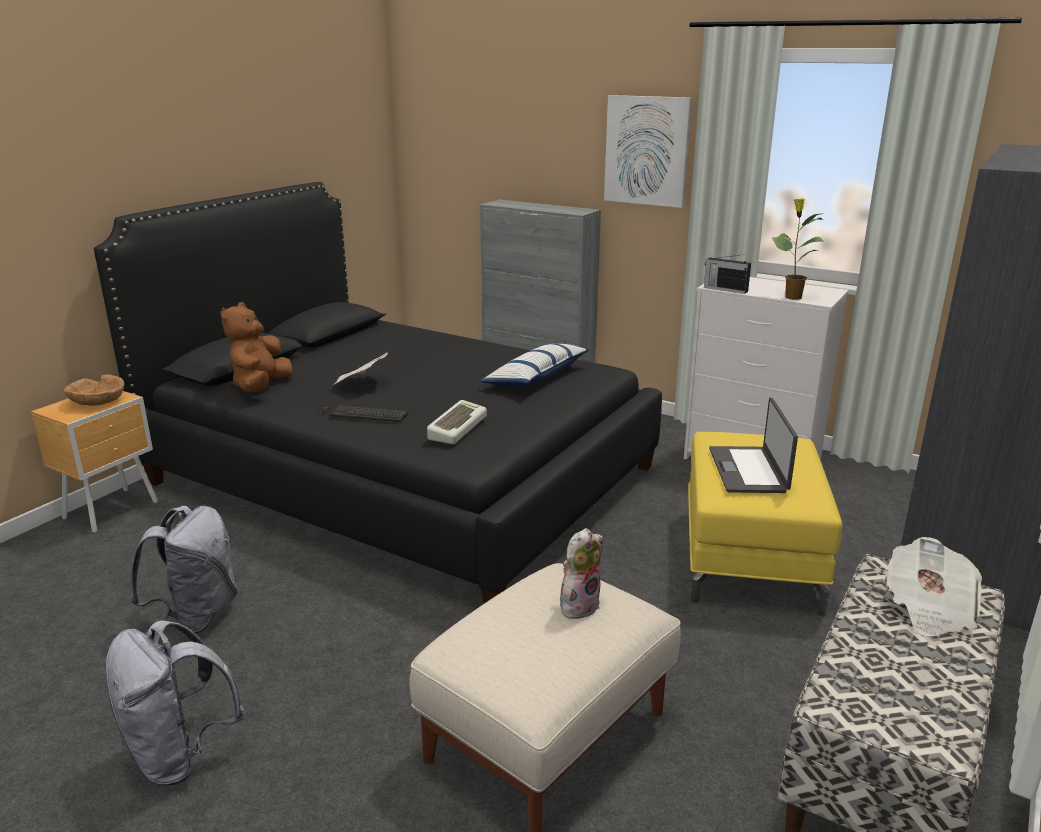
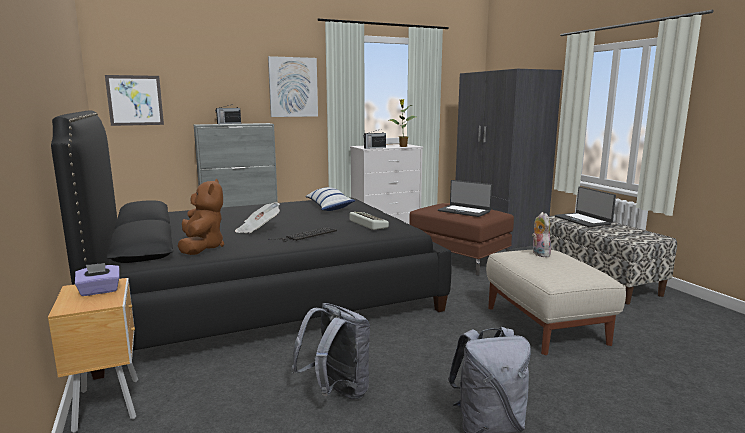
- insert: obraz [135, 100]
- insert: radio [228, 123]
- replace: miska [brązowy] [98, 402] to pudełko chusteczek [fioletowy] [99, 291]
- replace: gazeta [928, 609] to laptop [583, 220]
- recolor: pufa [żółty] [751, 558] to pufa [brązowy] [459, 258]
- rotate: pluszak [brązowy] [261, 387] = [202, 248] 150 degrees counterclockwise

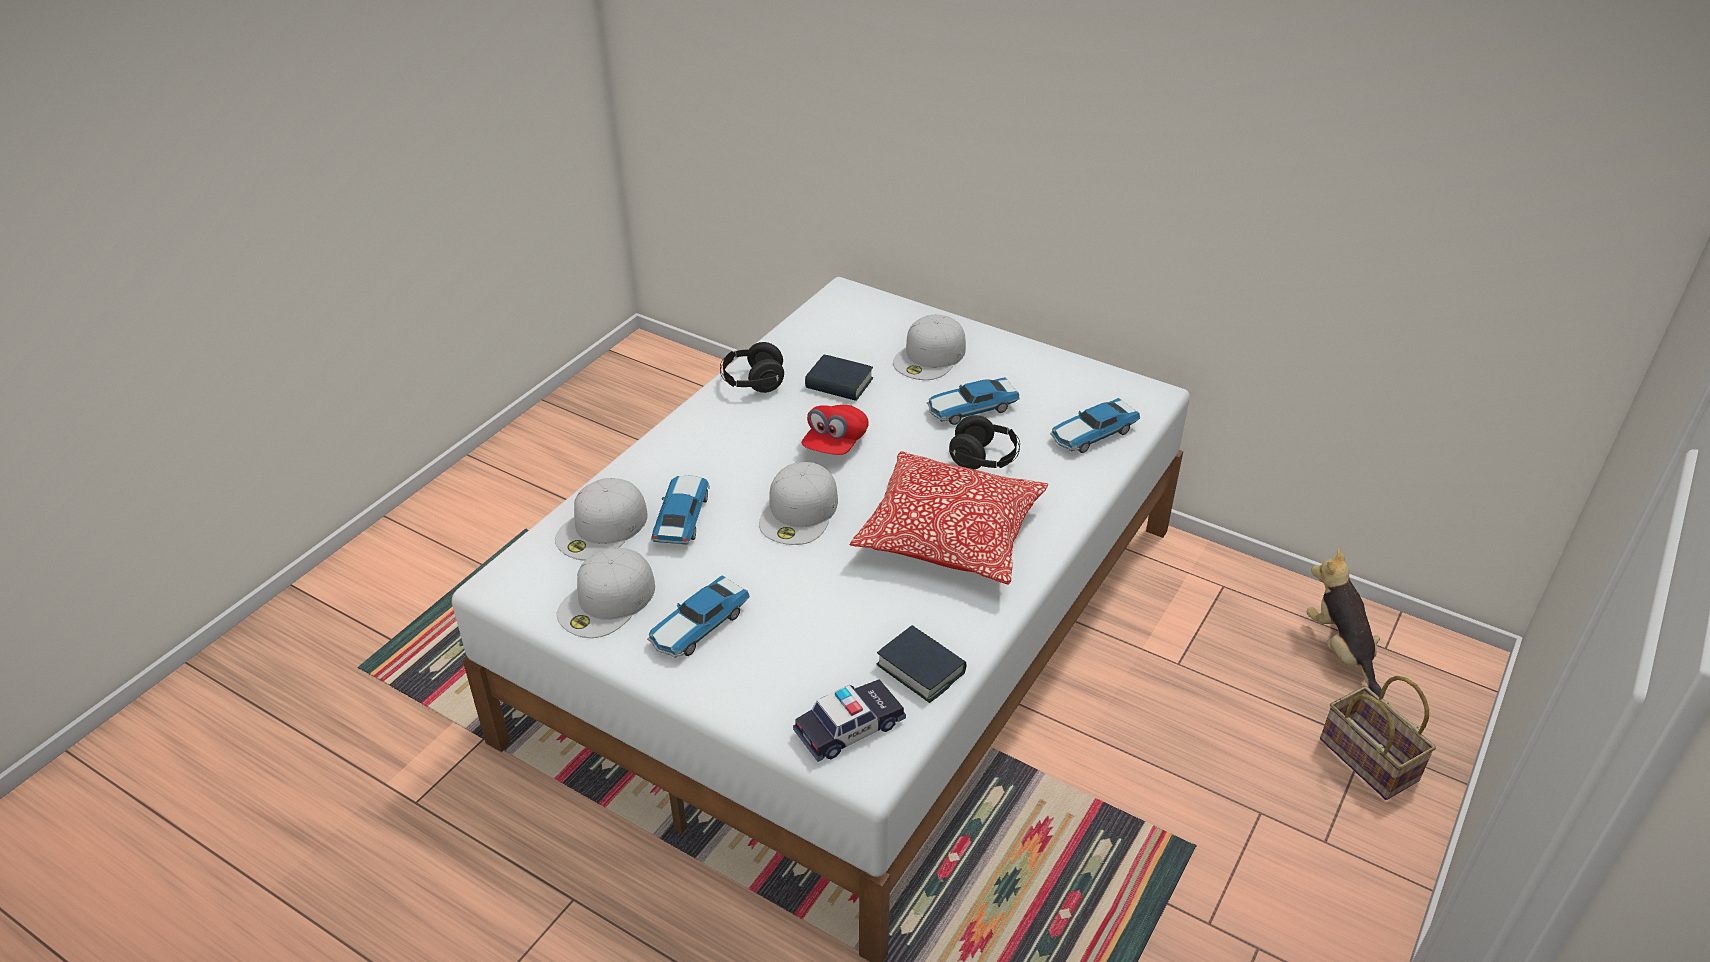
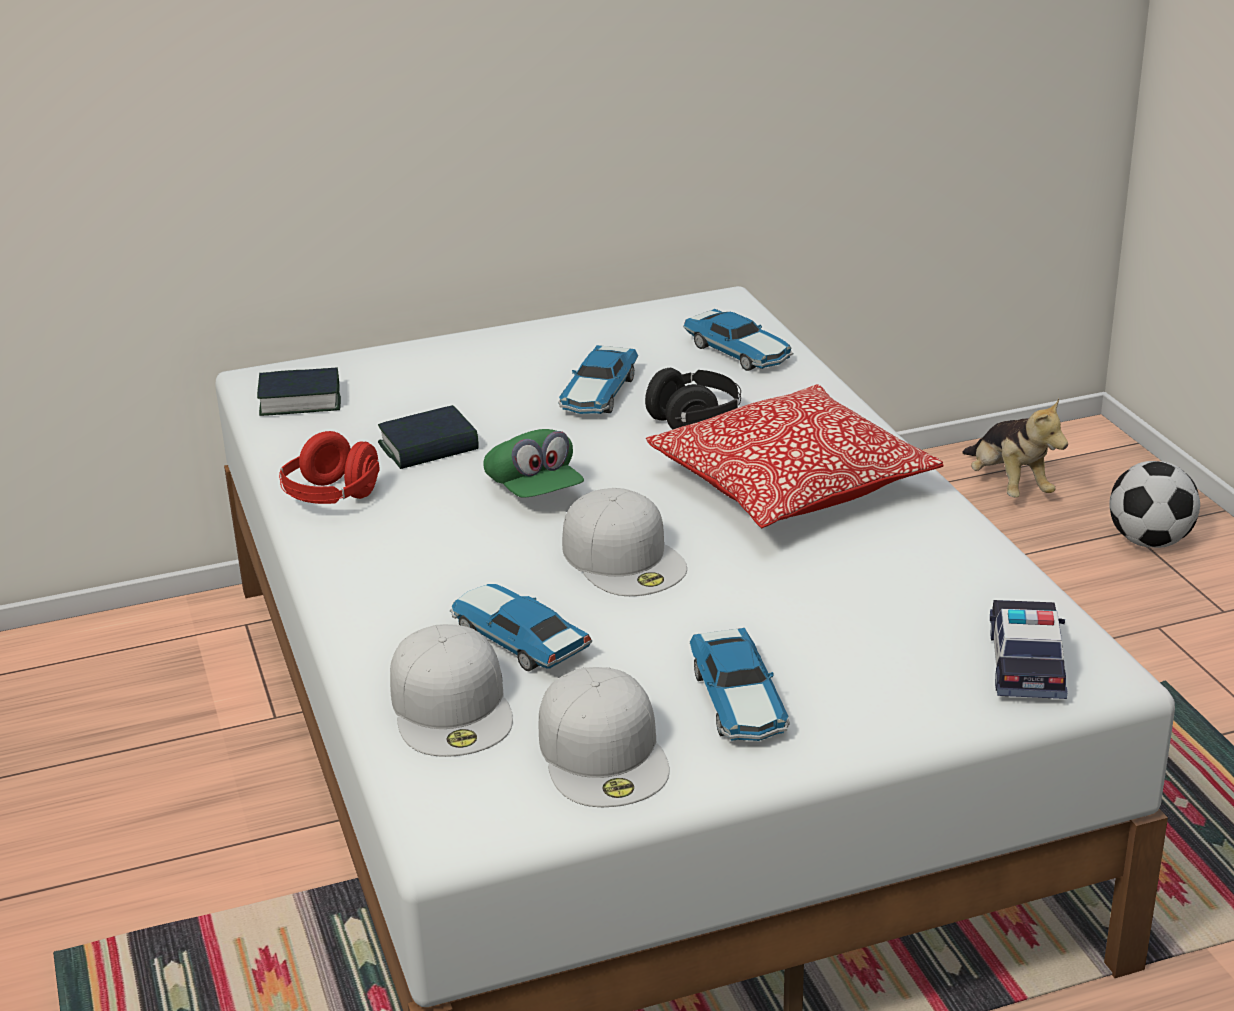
- delete: czapka z daszkiem [biały] [930, 357]
- move: książka [921, 669] to [300, 400]
- replace: koszyk [1365, 759] to piłka futbolowa [1148, 541]
- recolor: słuchawki [czarny] [752, 382] to słuchawki [czerwony] [331, 498]
- recolor: czapka z daszkiem [czerwony] [835, 444] to czapka z daszkiem [zielony] [534, 491]
- rotate: samochodzik [1092, 434] = [739, 353] 45 degrees counterclockwise
- rotate: pluszak [1340, 650] = [1008, 486] 135 degrees counterclockwise

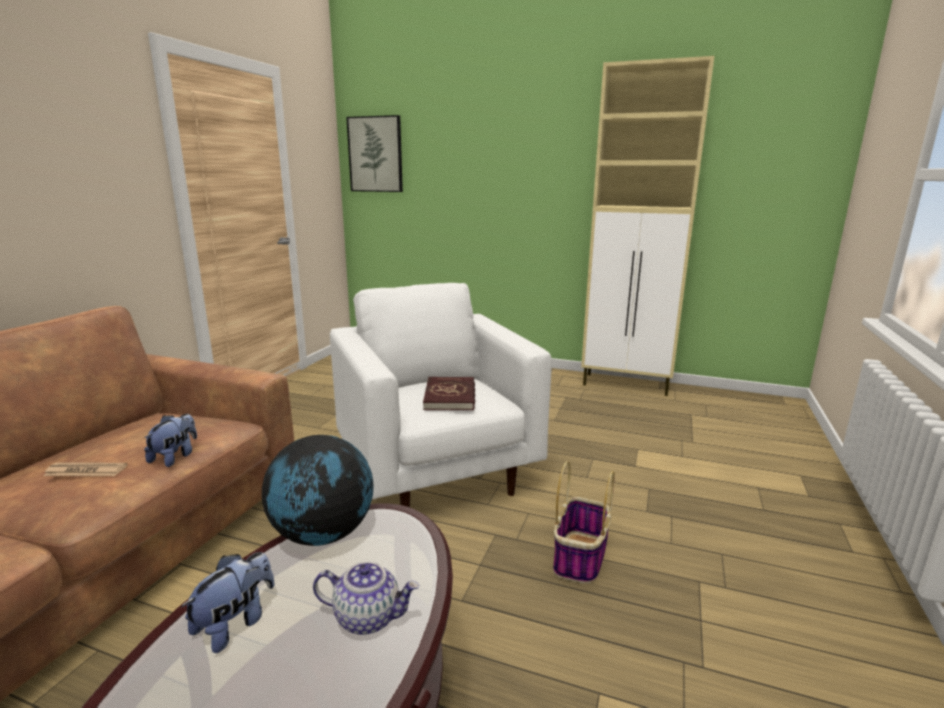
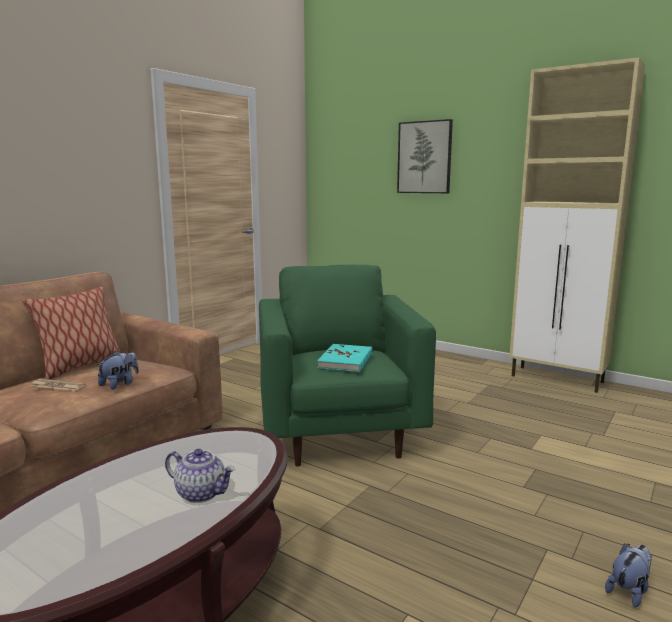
- delete: globus [324, 534]
- delete: koszyk [580, 558]
- insert: poduszka [80, 367]
- move: pluszak [236, 623] to [629, 591]
- move: obraz [375, 154] to [424, 157]
- recolor: fotel [biały] [436, 473] to fotel [zielony] [339, 433]
- recolor: książka [czerwony] [450, 396] to książka [turkusowy] [346, 360]

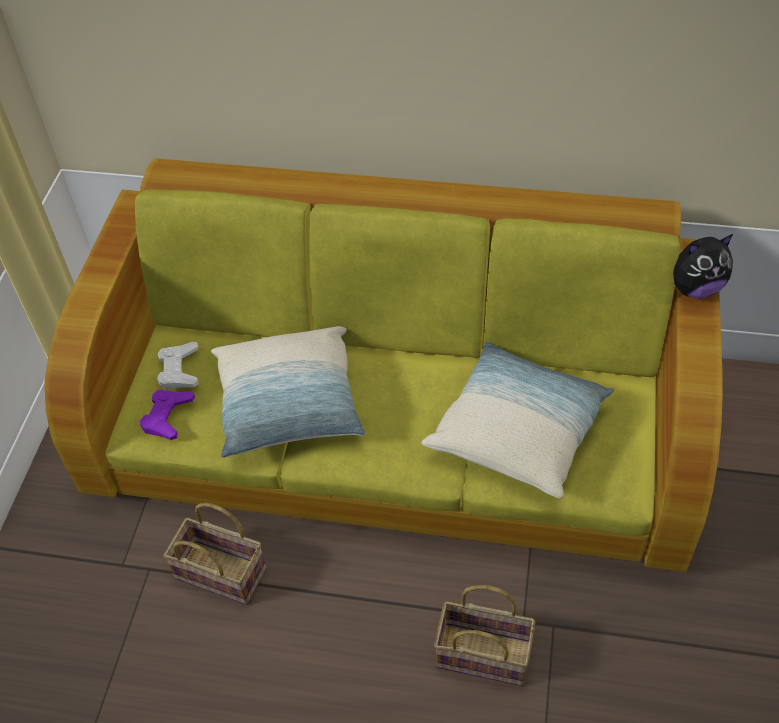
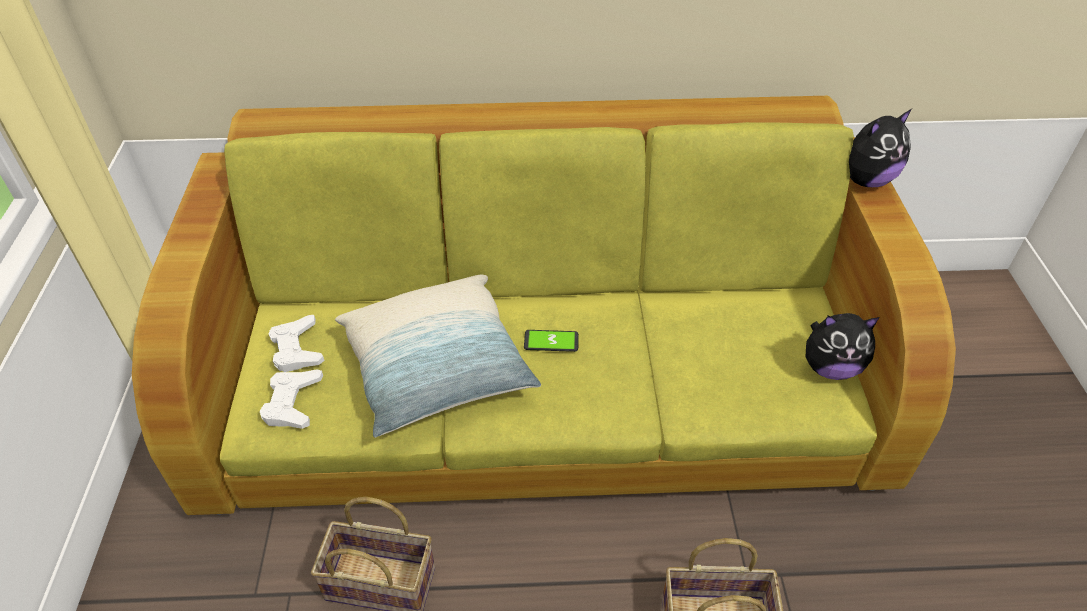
- delete: poduszka [518, 432]
- insert: telefon [551, 341]
- insert: pluszak [830, 367]
- recolor: pad do gier [fioletowy] [167, 417] to pad do gier [biały] [292, 403]

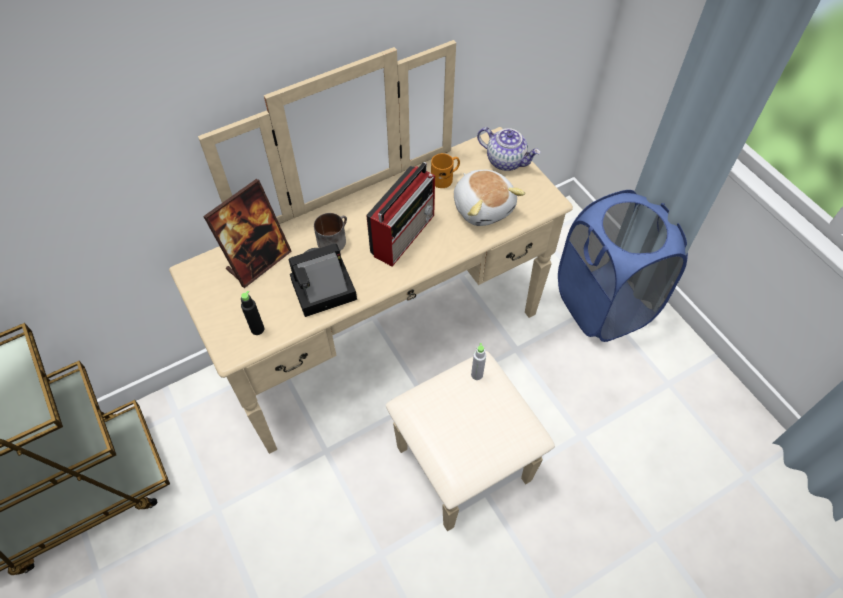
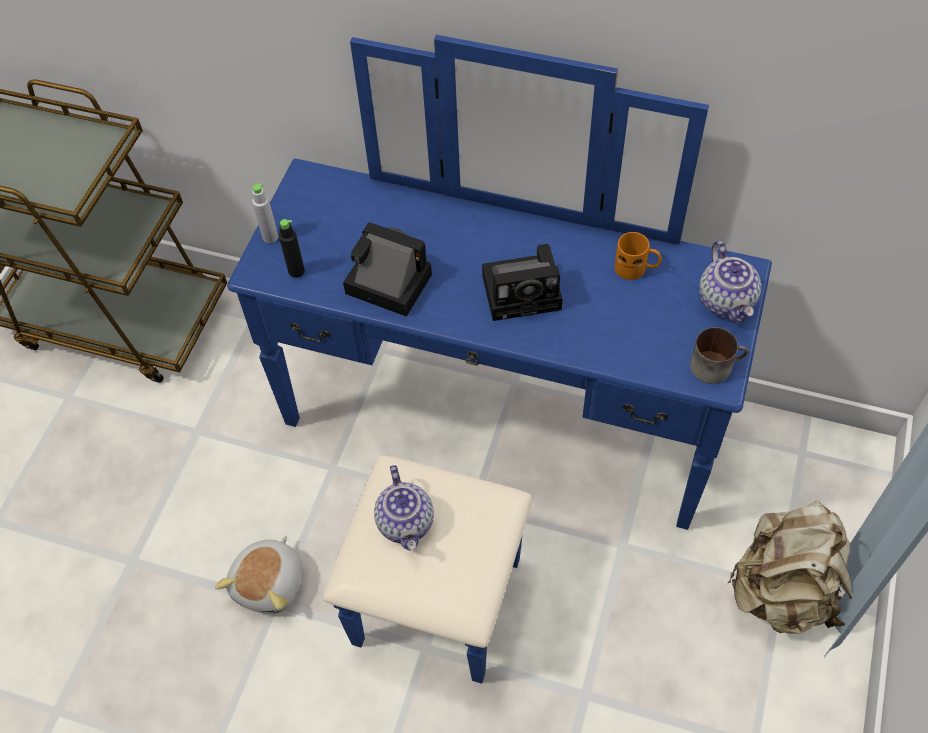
- delete: ramka na zdjęcie [258, 261]
- insert: imbryk [406, 523]
- move: kubek [333, 239] to [716, 364]
- move: pluszak [483, 207] to [271, 583]
- move: butelka [szary] [477, 374] to [270, 237]
- replace: radio [404, 233] to aparat fotograficzny [525, 291]
- replace: kosz na pranie [niebieski] [603, 305] to plecak [beżowy] [783, 591]
- recolor: komoda [beżowy] [403, 367] to komoda [niebieski] [487, 457]

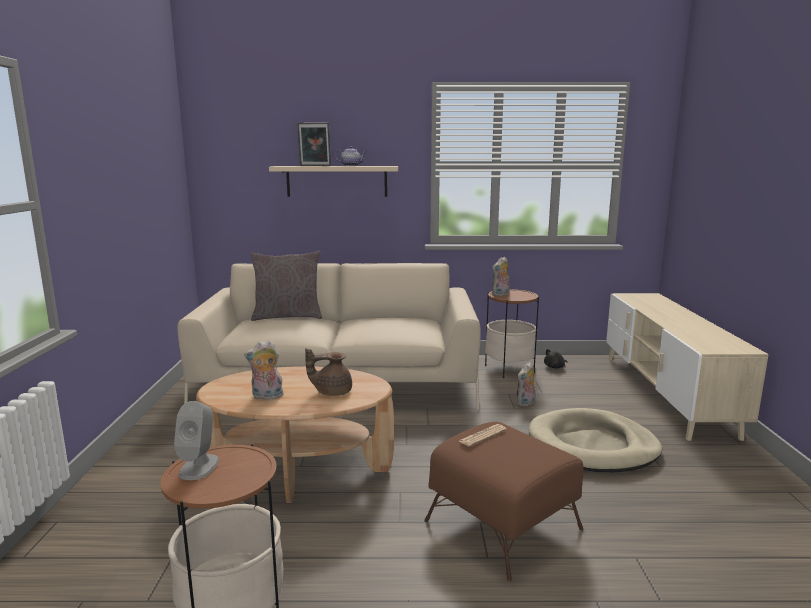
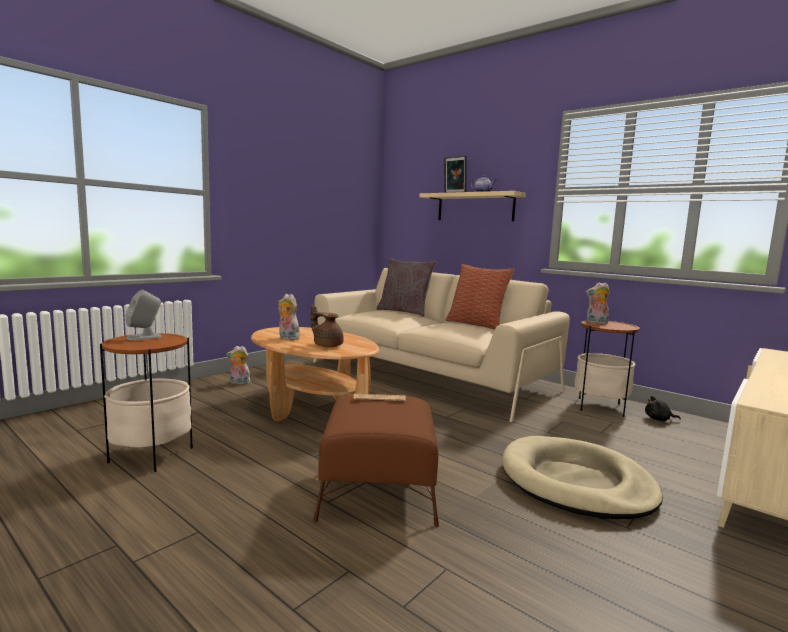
- insert: poduszka [476, 324]
- move: pluszak [526, 403] to [239, 383]

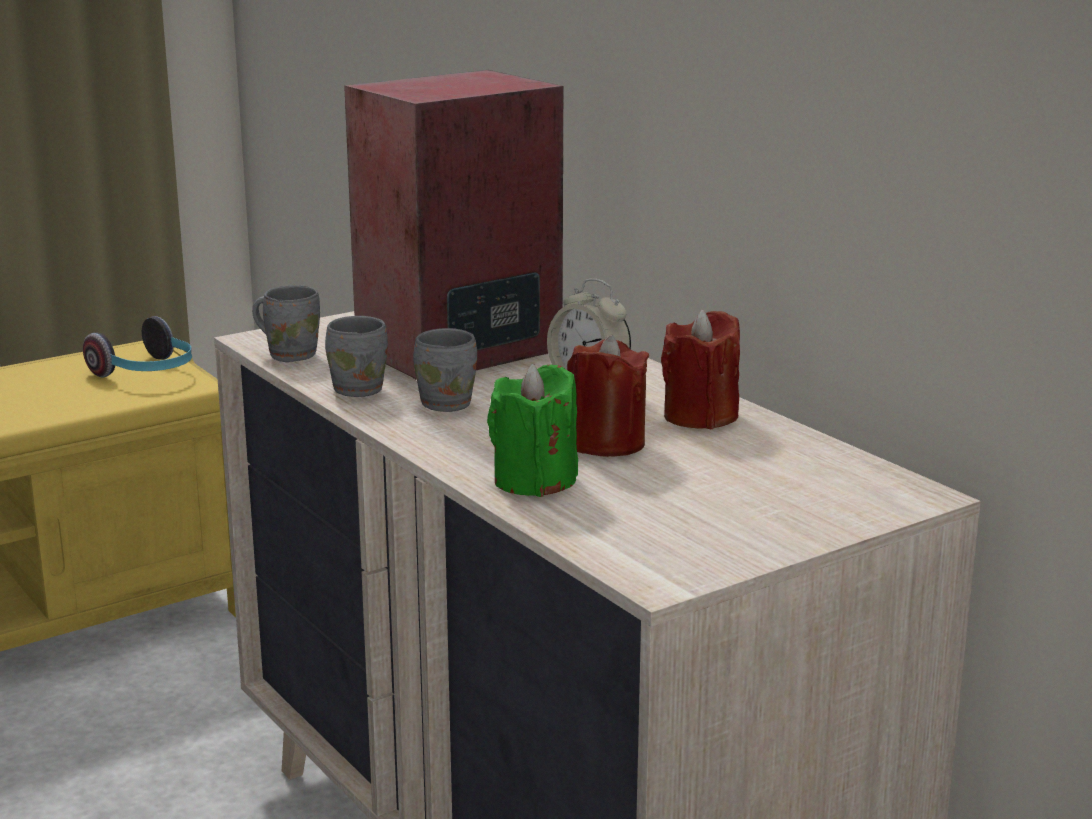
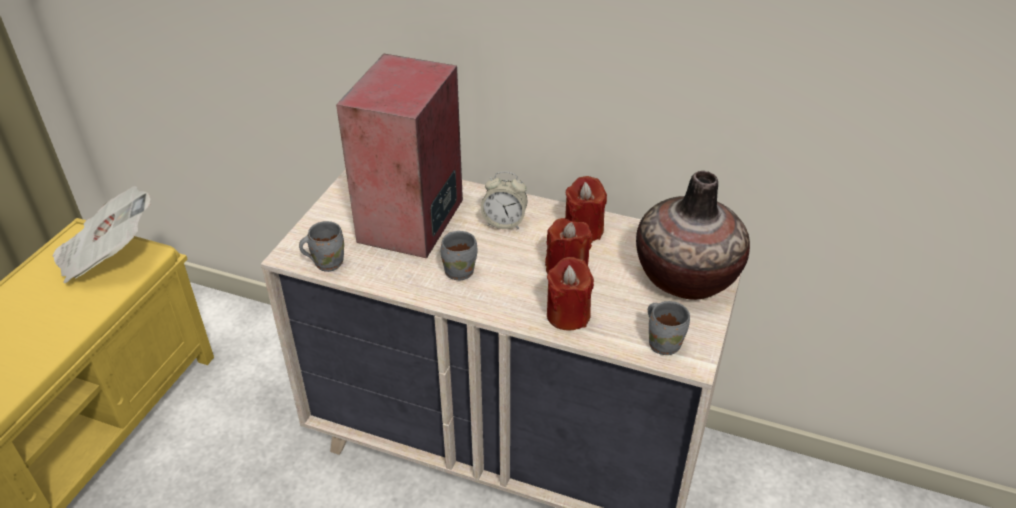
- insert: wazon [685, 278]
- move: kubek [szary] [361, 389] to [664, 343]
- replace: słuchawki [147, 373] to gazeta [108, 256]
- recolor: świeca [zielony] [535, 481] to świeca [czerwony] [568, 315]

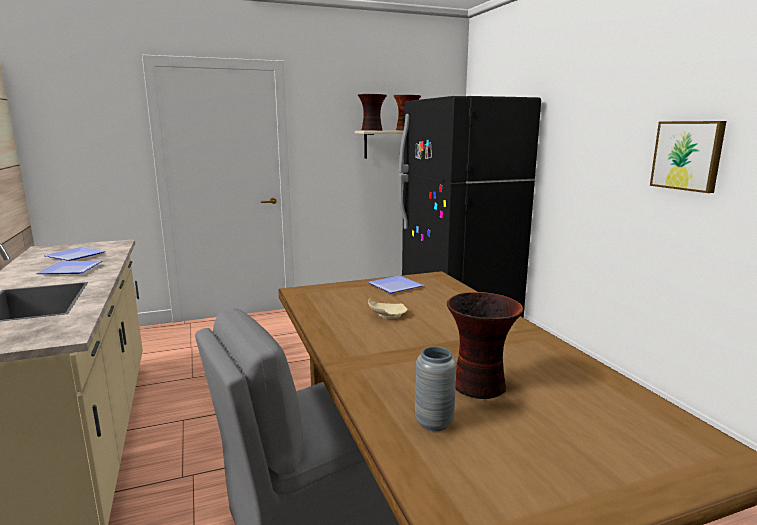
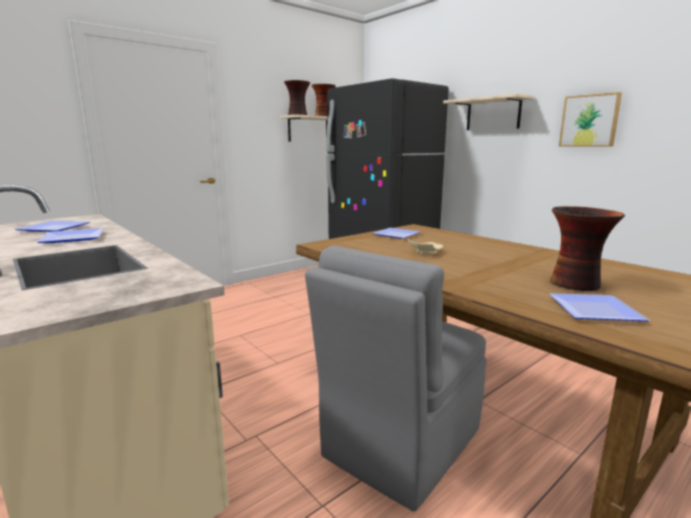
- insert: półka [beżowy] [493, 114]
- replace: wazon [szary] [434, 423] to talerz [590, 309]

